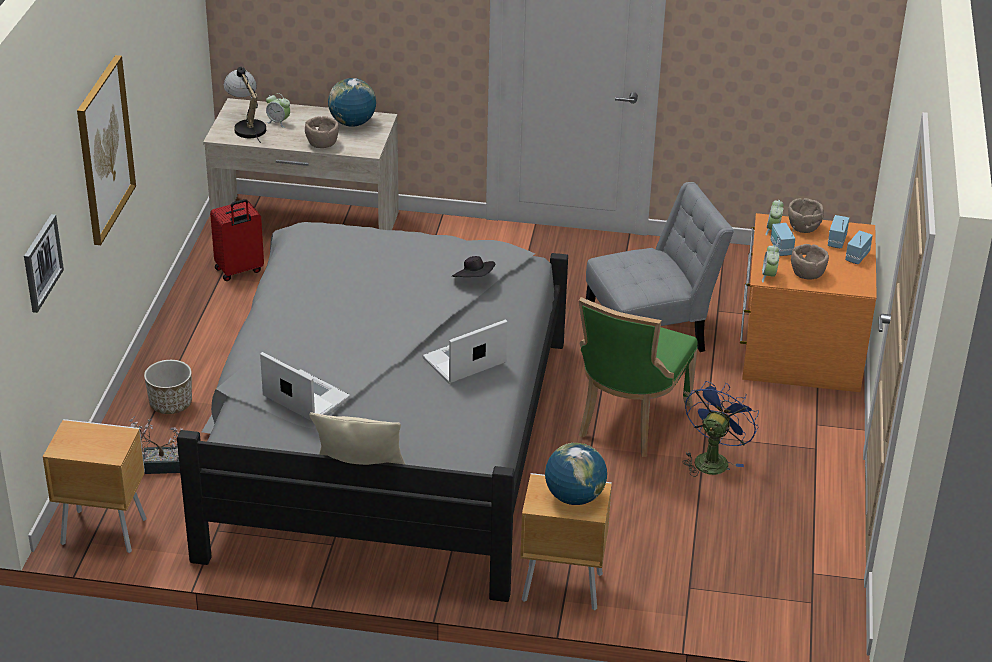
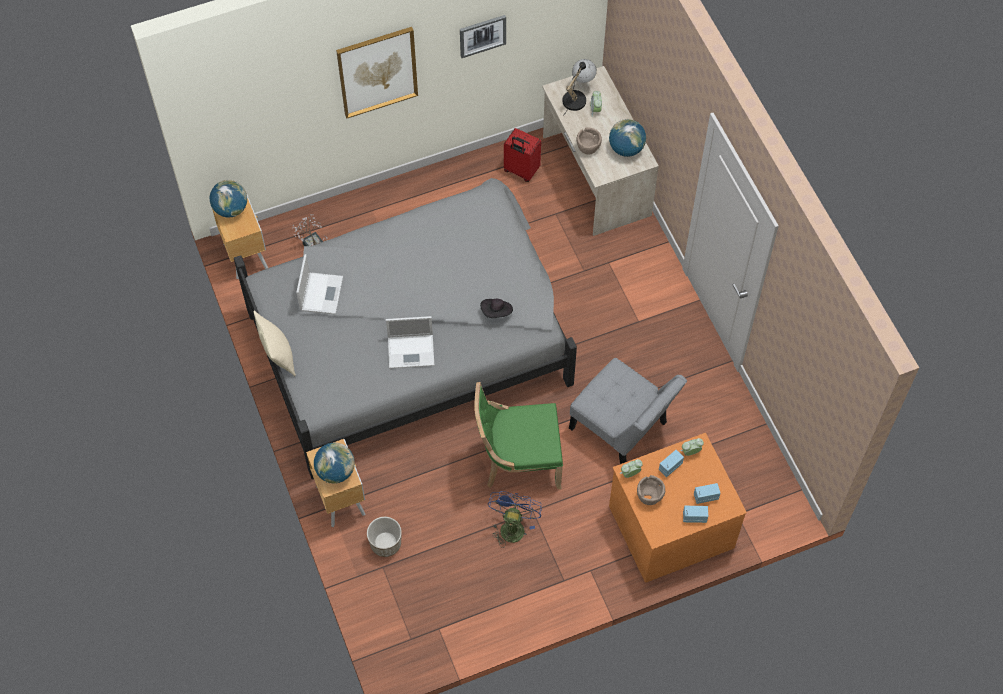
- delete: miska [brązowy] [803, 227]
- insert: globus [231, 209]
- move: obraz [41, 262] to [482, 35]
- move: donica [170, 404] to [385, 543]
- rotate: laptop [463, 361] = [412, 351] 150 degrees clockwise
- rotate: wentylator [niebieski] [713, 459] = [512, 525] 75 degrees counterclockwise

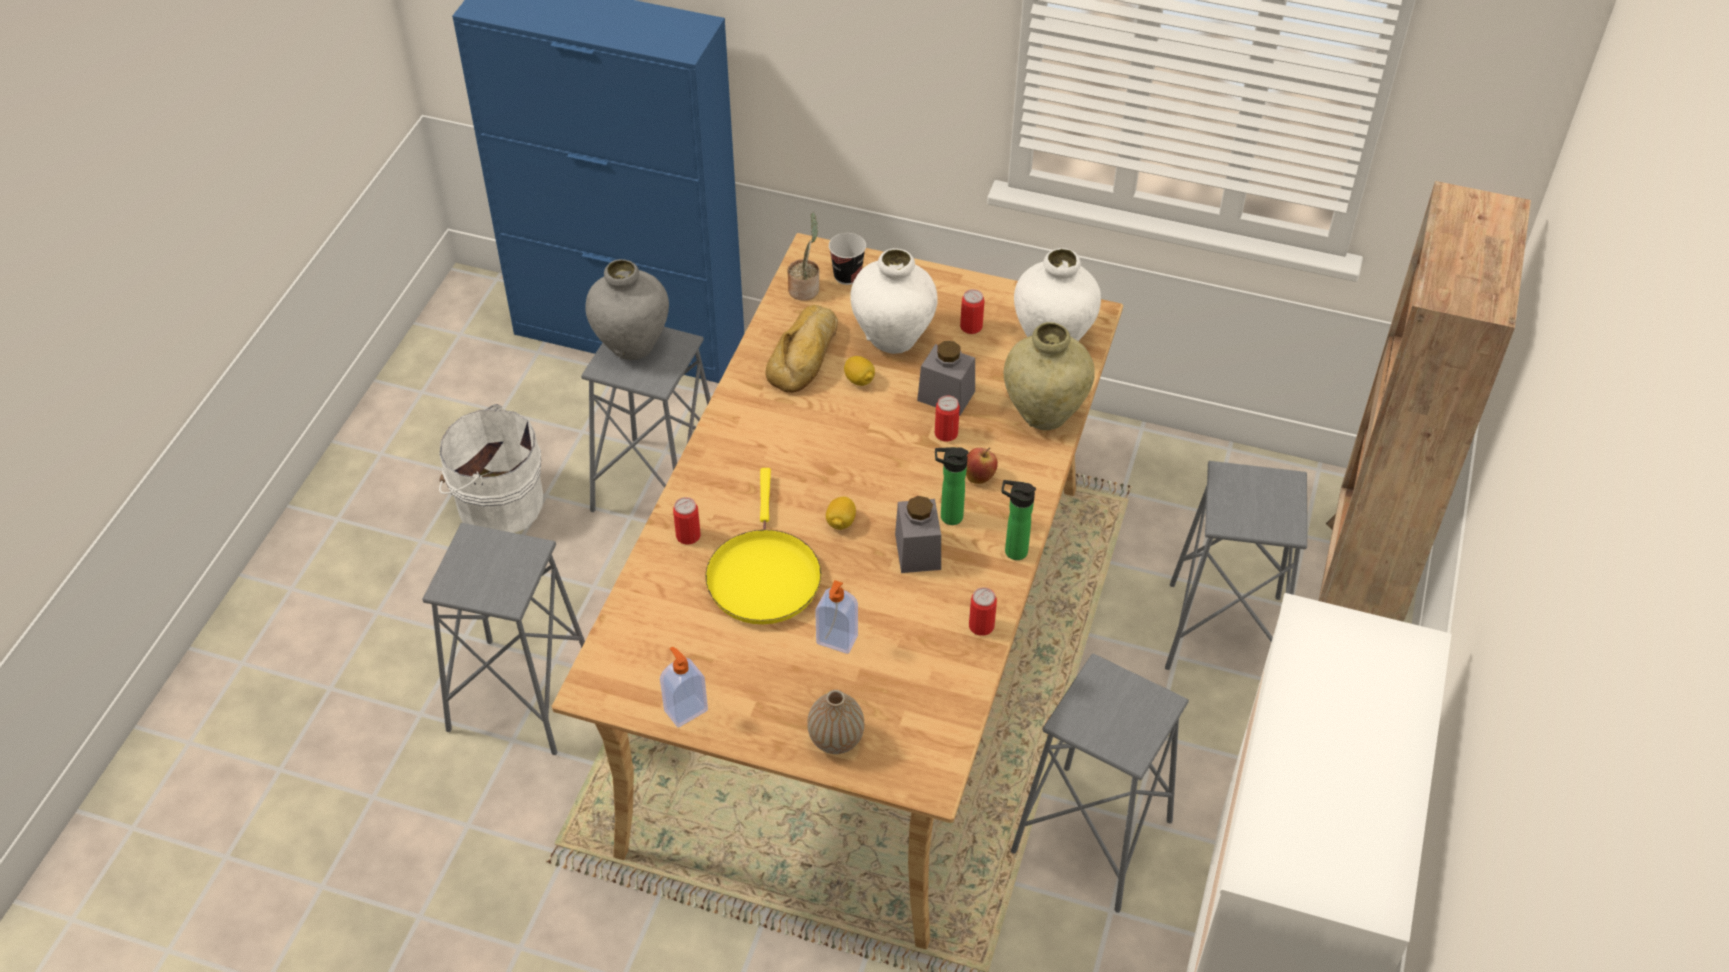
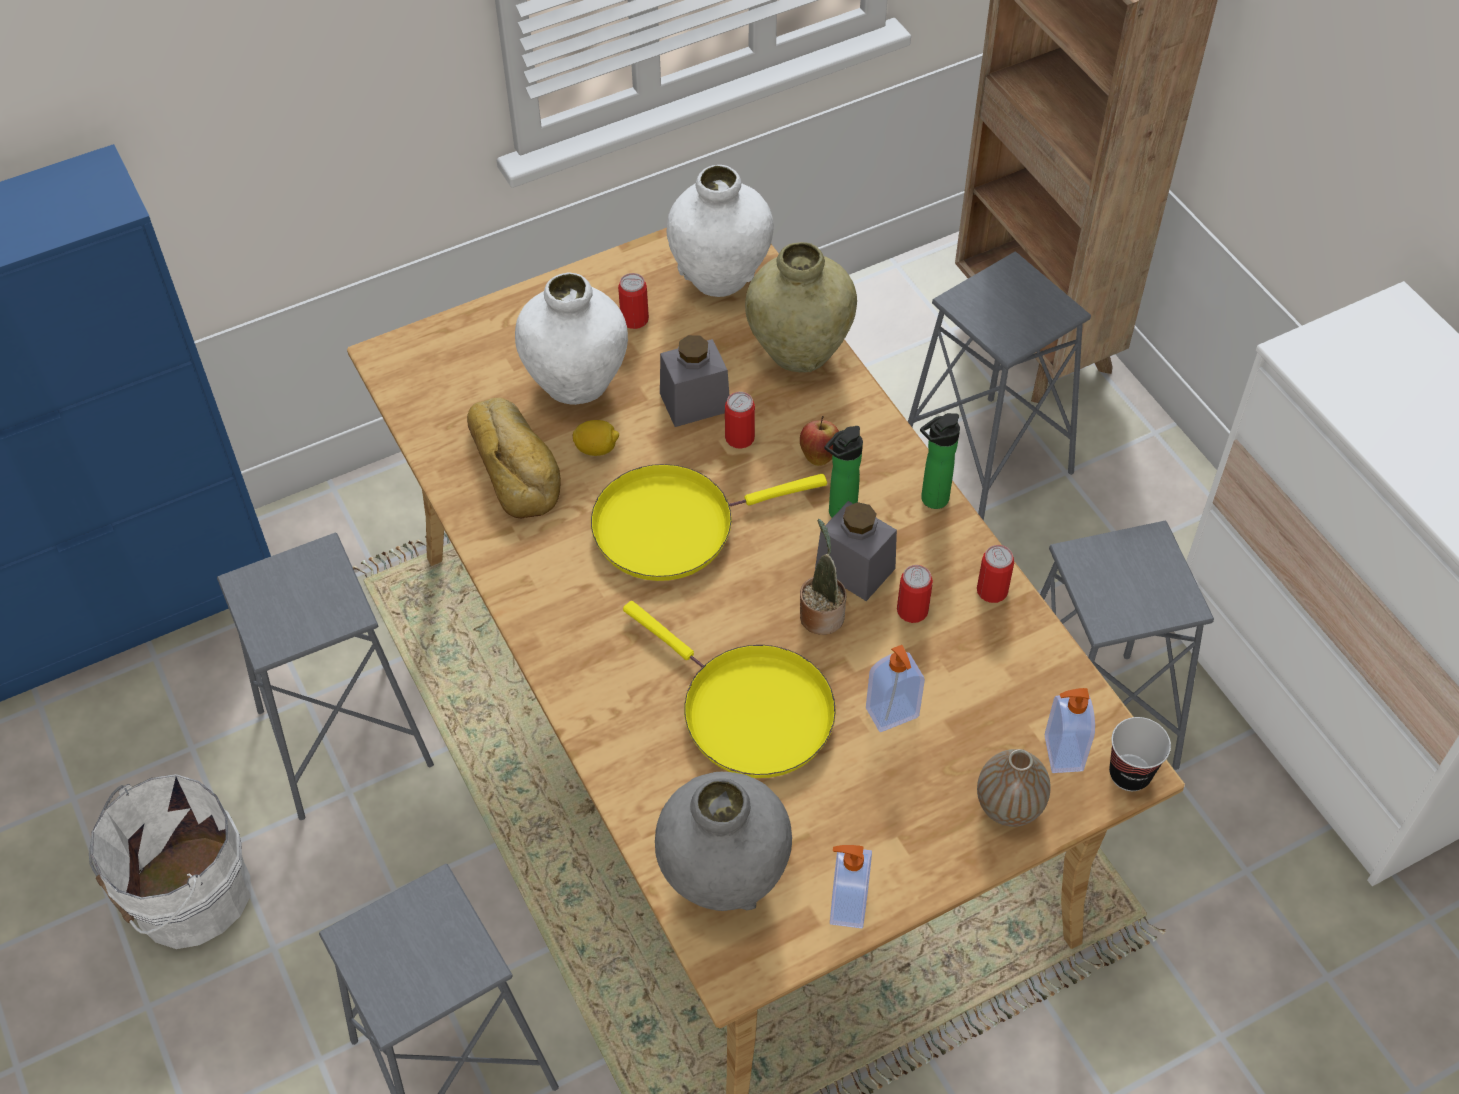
- delete: cytryna [841, 522]
- insert: patelnia [żółty] [672, 525]
- insert: dozownik mydła [1061, 753]
- move: wazon [szary] [632, 345] to [724, 878]
- move: puszka [688, 535] to [912, 610]
- move: roślina doniczkowa [805, 288] to [821, 613]
- move: filiżanka [847, 276] to [1129, 774]

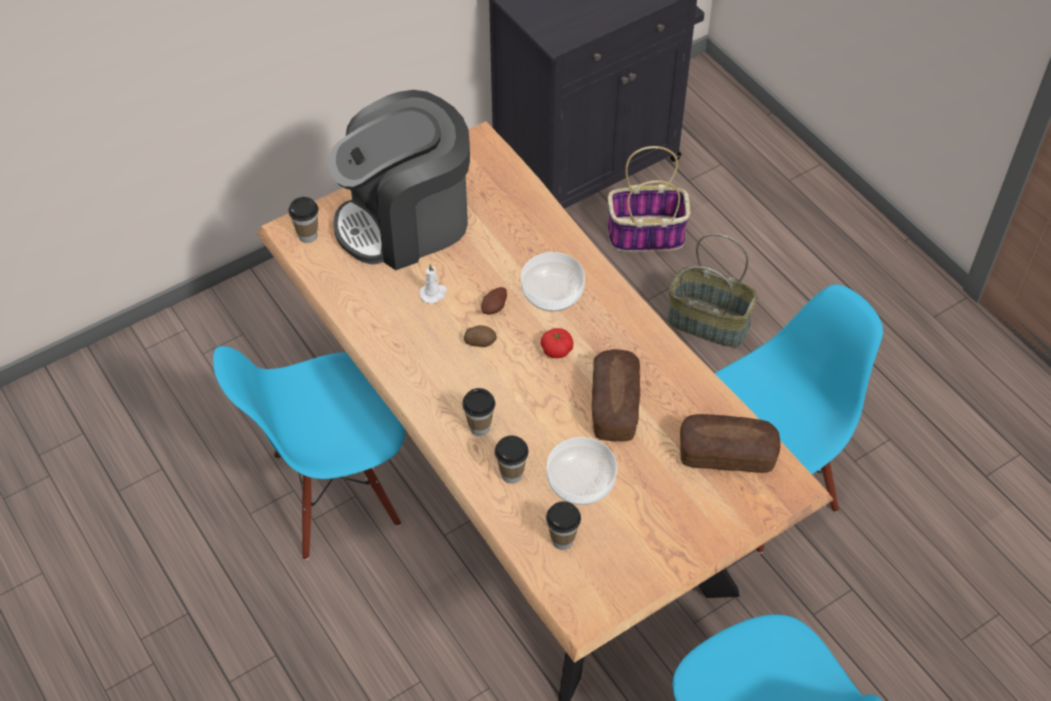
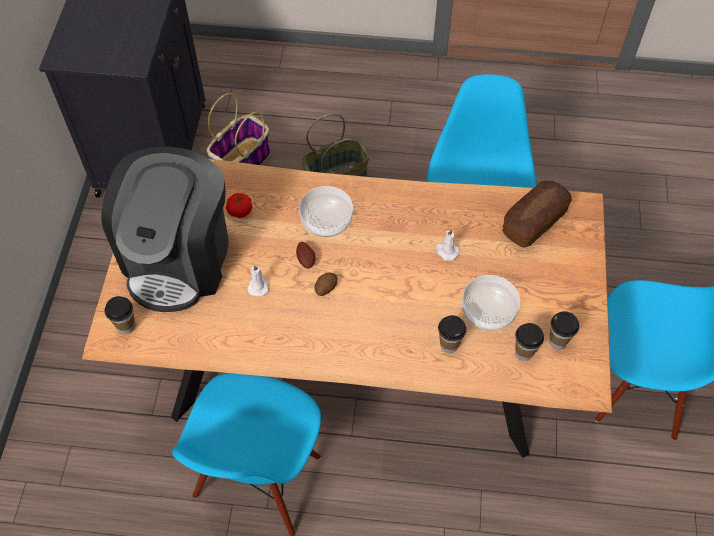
- move: filiżanka [479, 427] to [558, 341]
- move: pomidor [556, 350] to [240, 211]
- replace: chleb [614, 405] to świeca [biały] [446, 251]

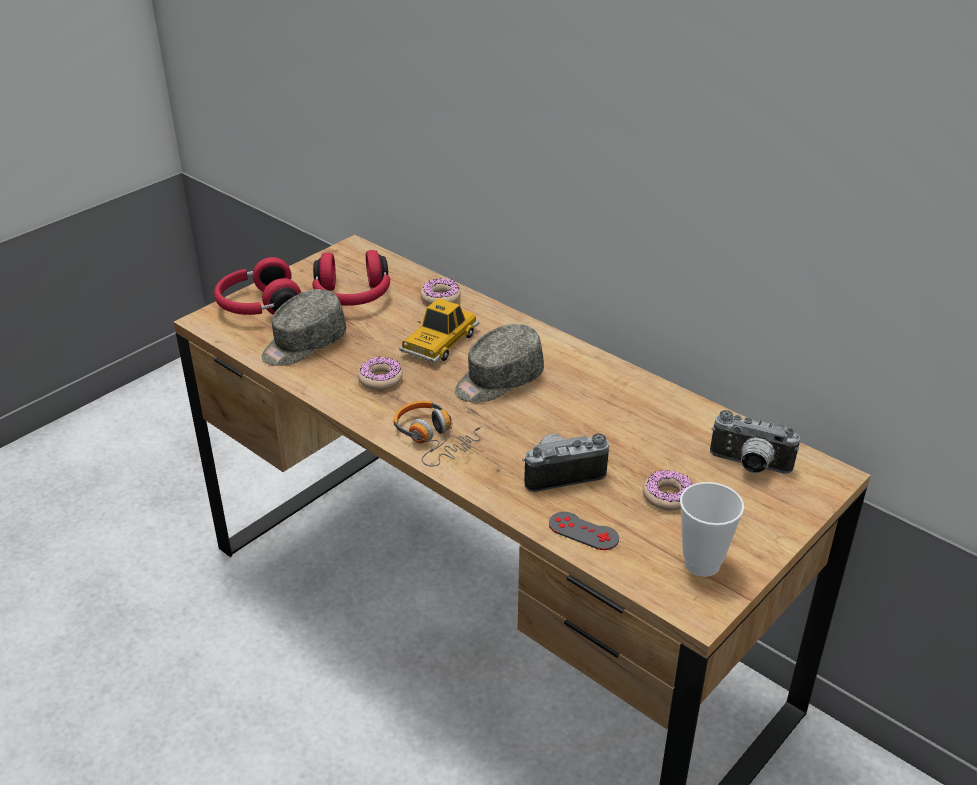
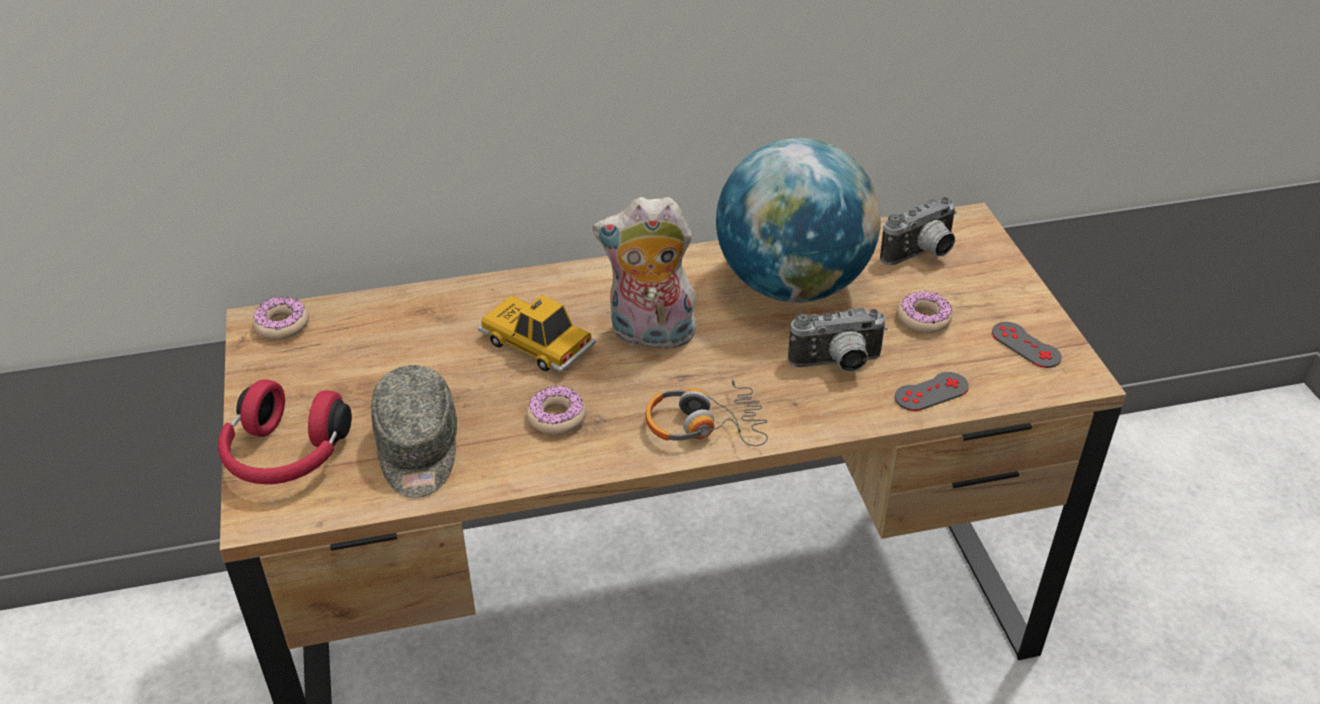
- delete: słuchawki [czerwony] [352, 297]
- insert: globus [792, 285]
- move: donut [440, 298] to [282, 325]
- replace: czapka z daszkiem [szary] [498, 381] to pluszak [649, 335]
- replace: filiżanka [702, 563] to pad do gier [szary] [1026, 345]
- rotate: samochodzik [440, 342] = [537, 344] 150 degrees clockwise
- rotate: aparat fotograficzny [562, 473] = [837, 365] 120 degrees counterclockwise

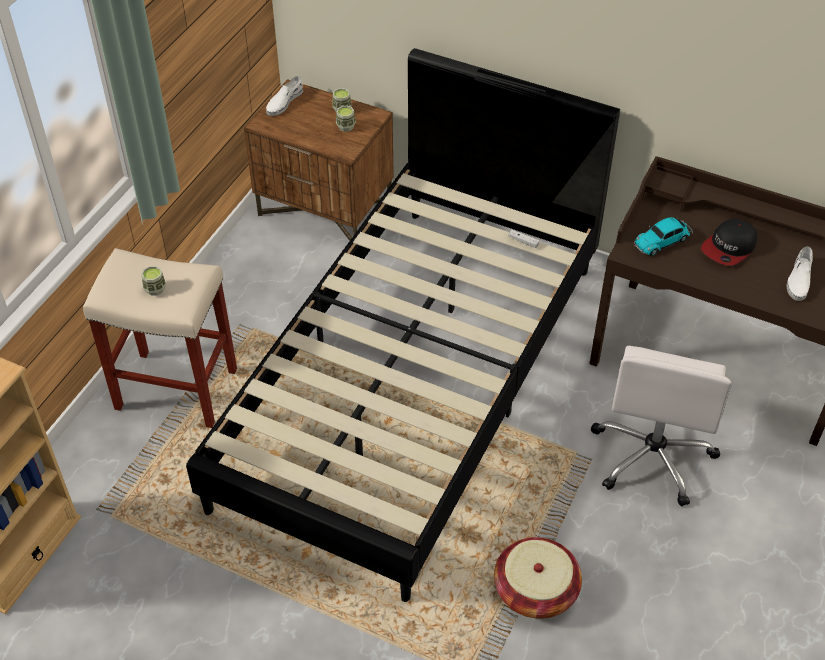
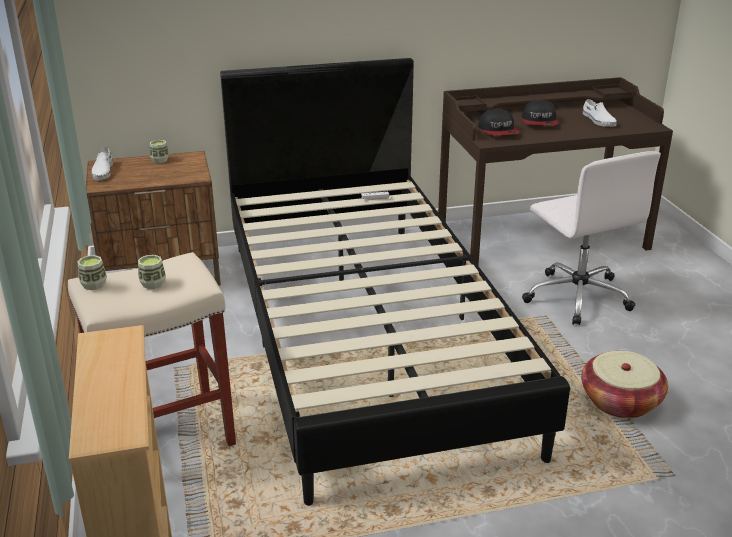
- move: filiżanka [346, 126] to [94, 284]
- replace: samochodzik [663, 240] to czapka z daszkiem [498, 131]

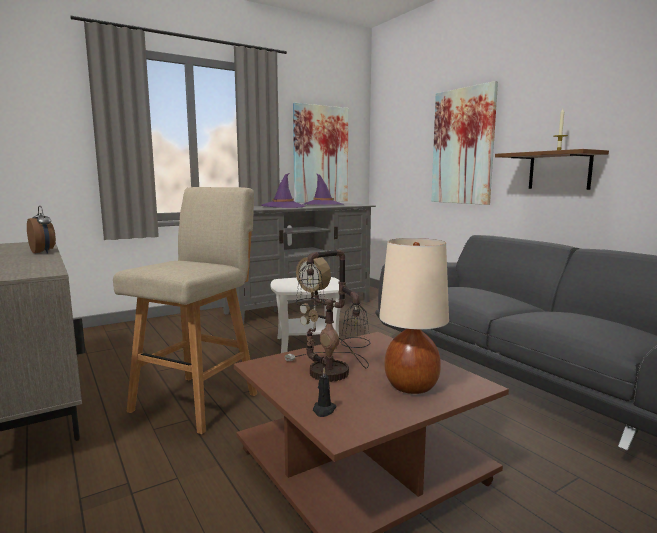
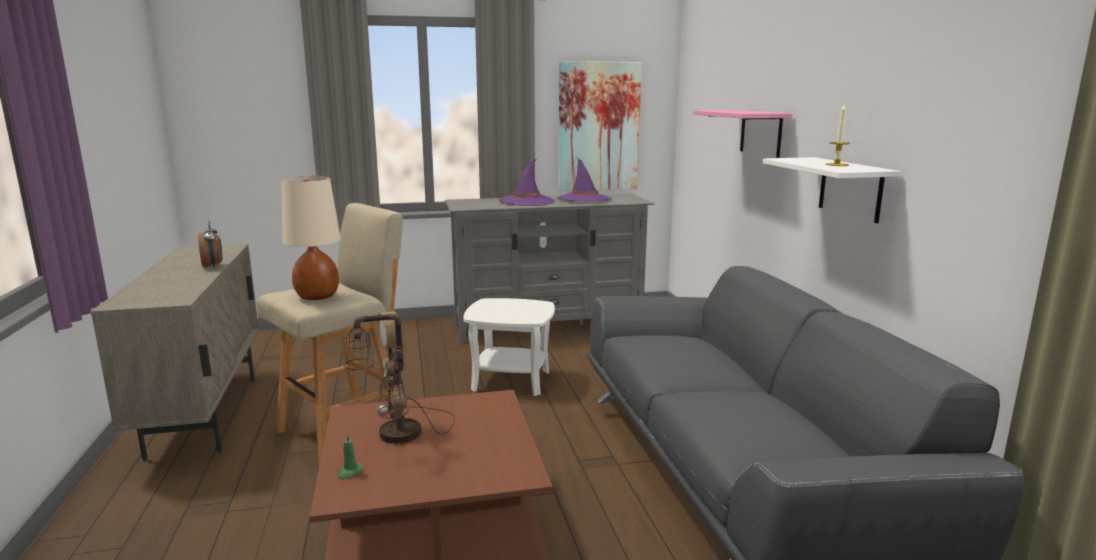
- move: lampa stołowa [beżowy] [412, 386] to [318, 296]
- replace: obraz [463, 146] to półka [różowy] [761, 133]
- recolor: świeca [czarny] [324, 410] to świeca [zielony] [349, 472]
- recolor: półka [brązowy] [559, 171] to półka [biały] [850, 189]

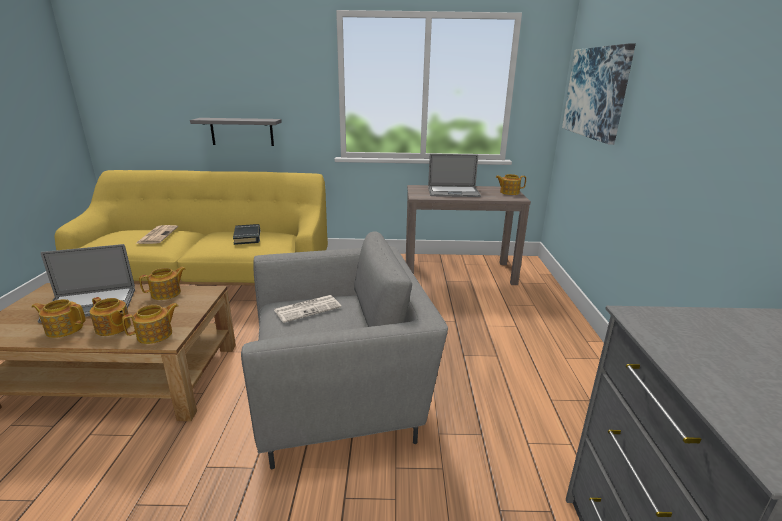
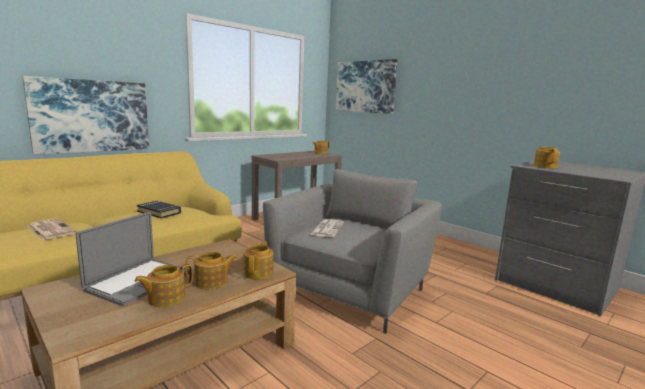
- delete: laptop [453, 192]
- move: imbryk [167, 293] to [545, 166]
- replace: półka [szary] [242, 131] to obraz [91, 116]

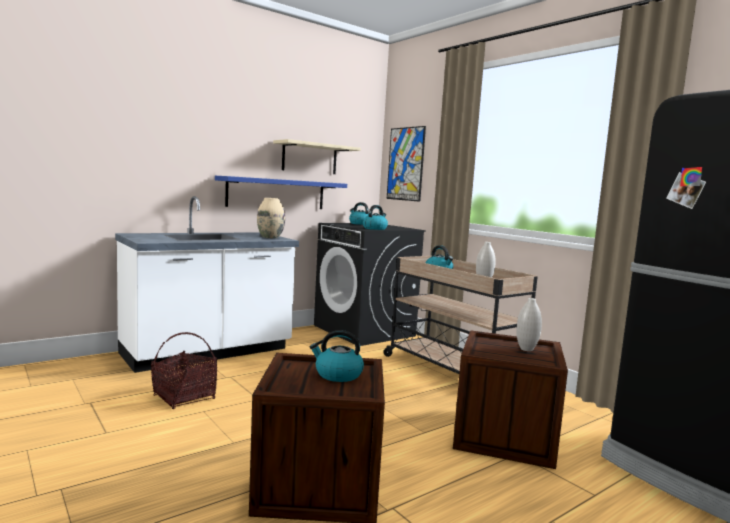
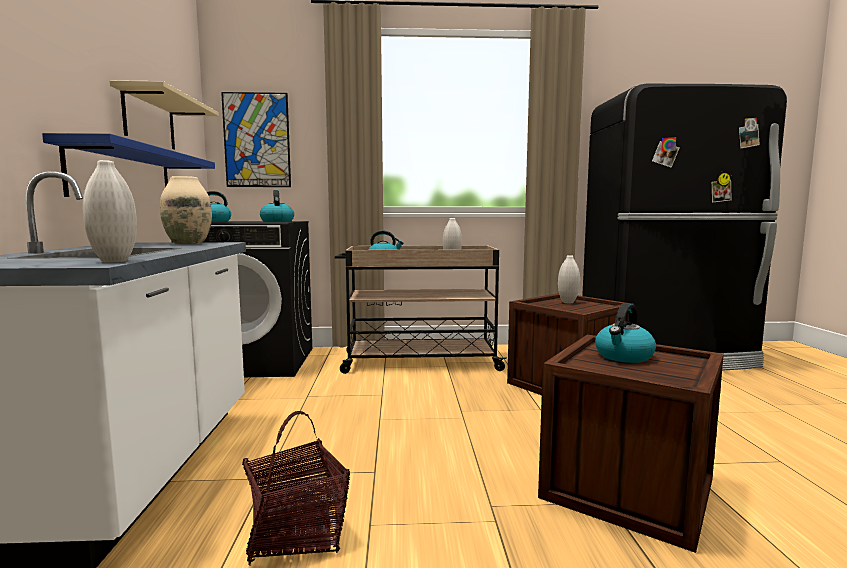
- insert: wazon [biały] [114, 261]

